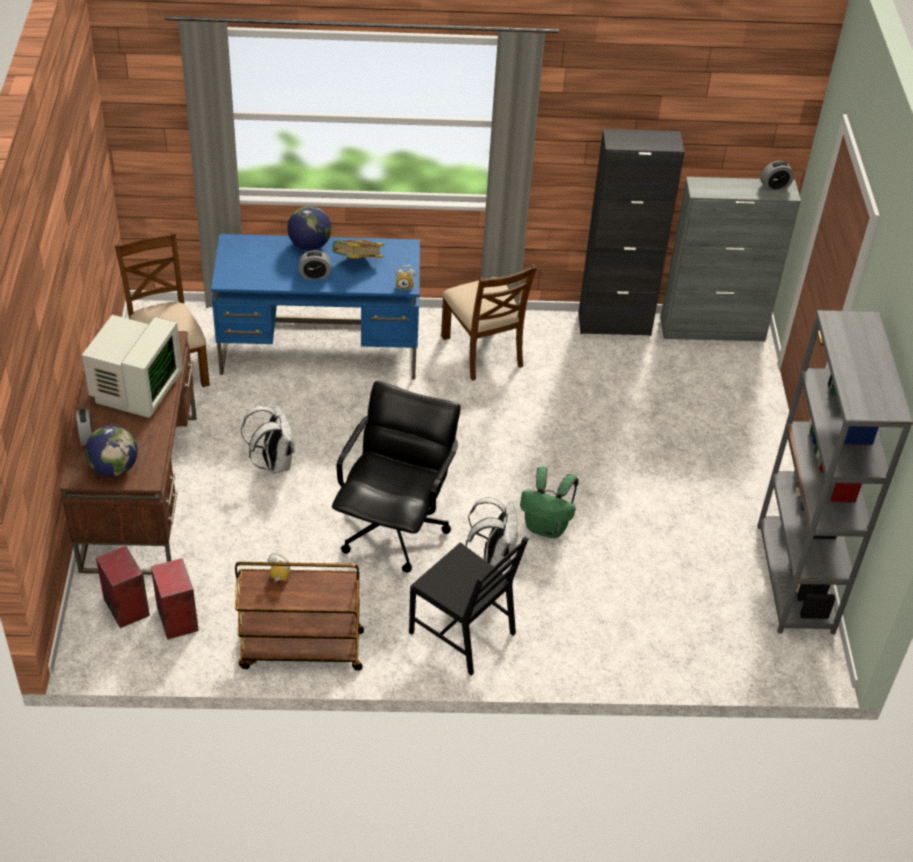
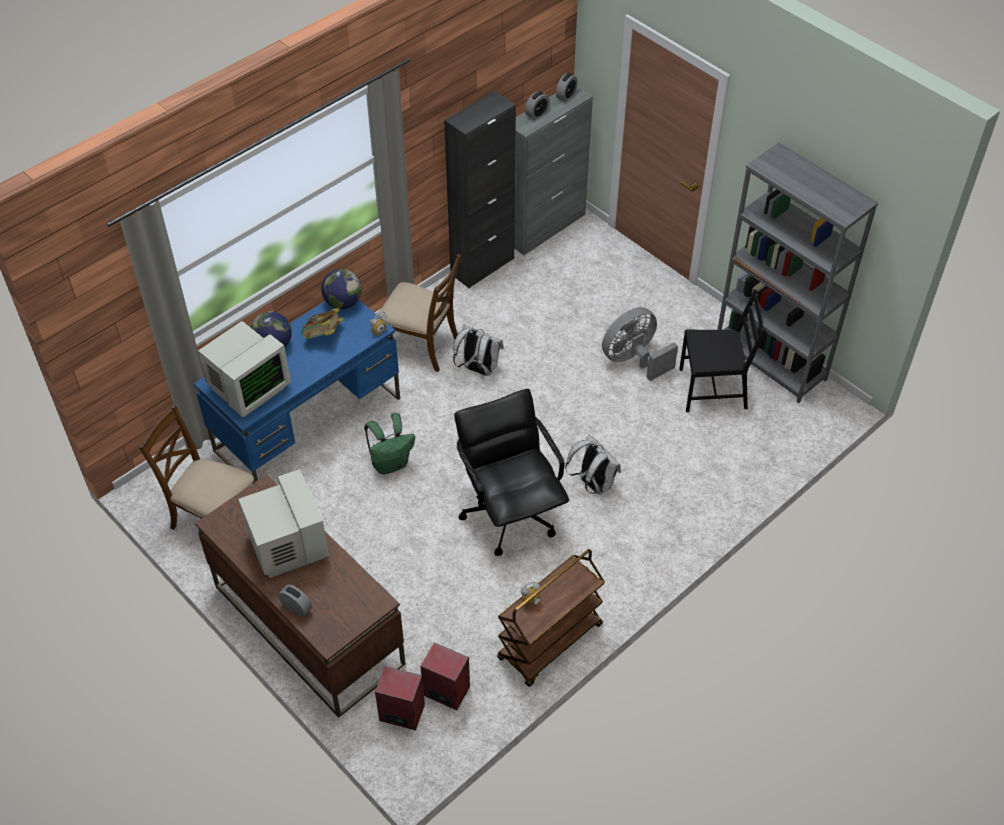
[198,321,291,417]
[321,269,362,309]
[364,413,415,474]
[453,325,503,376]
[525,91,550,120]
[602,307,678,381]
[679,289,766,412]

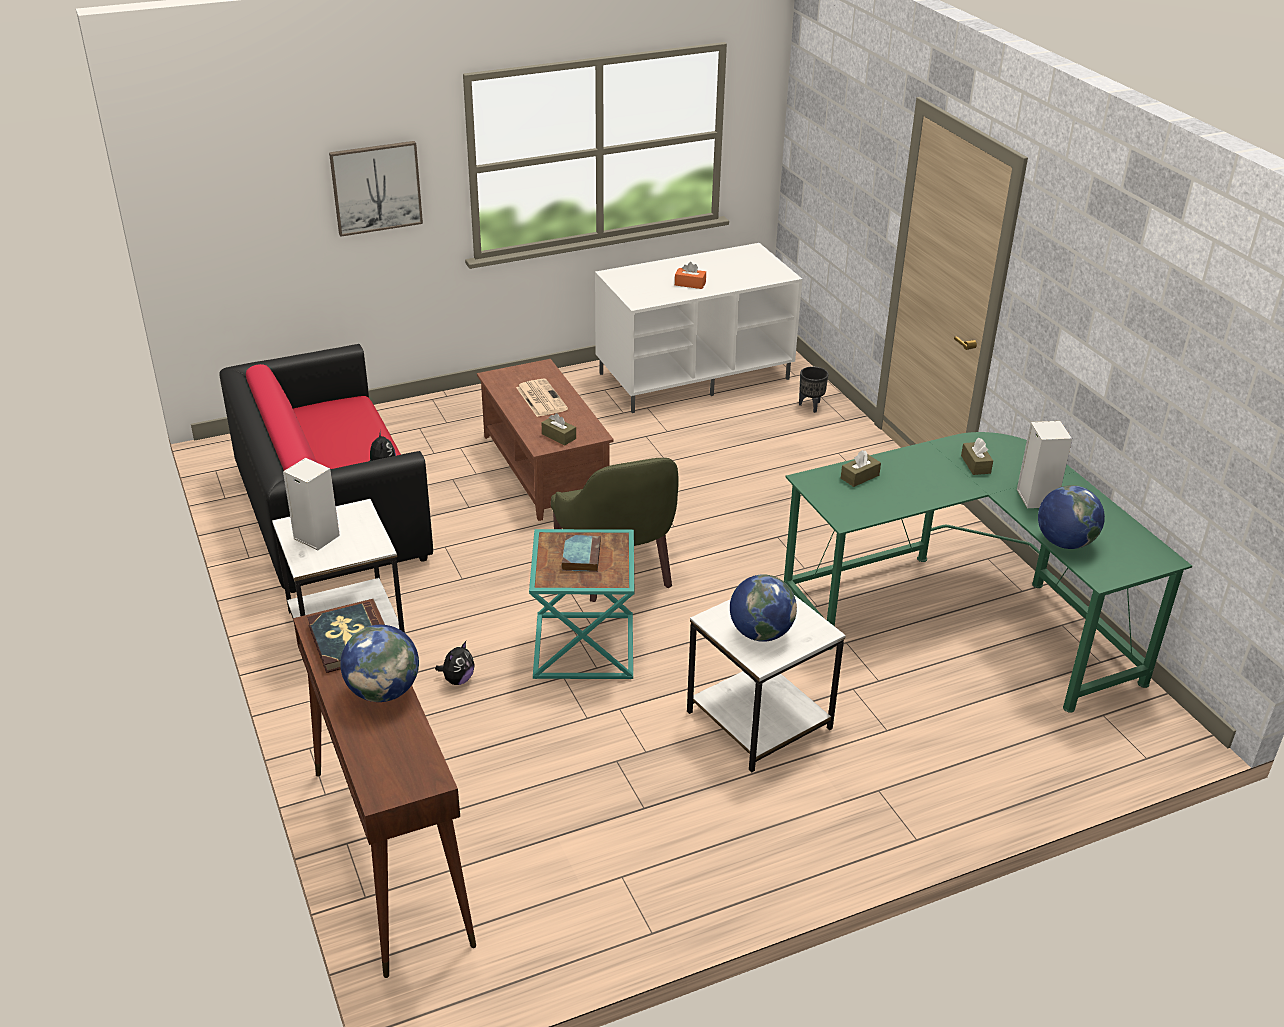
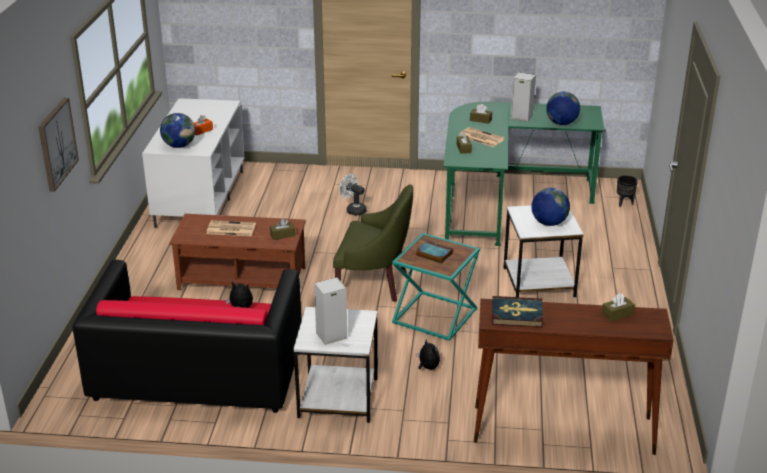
[160,113,195,148]
[339,174,367,216]
[459,127,505,147]
[601,293,635,322]
[617,175,638,207]

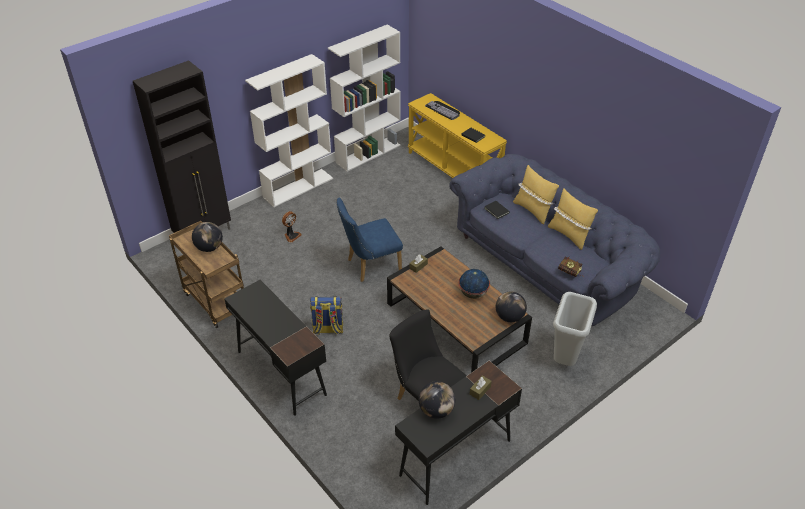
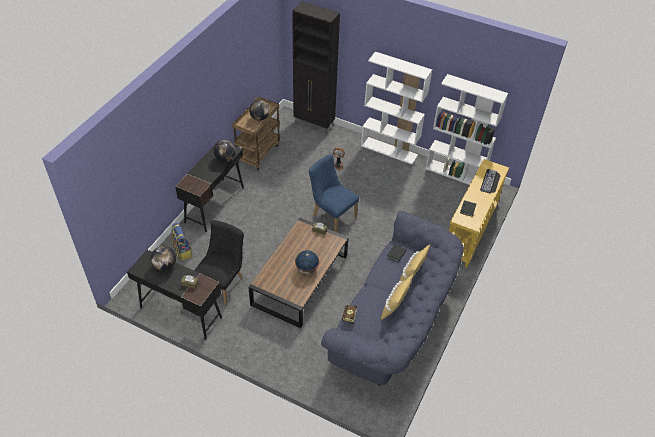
[171,222,192,260]
[214,140,235,162]
[553,292,597,366] (first image)

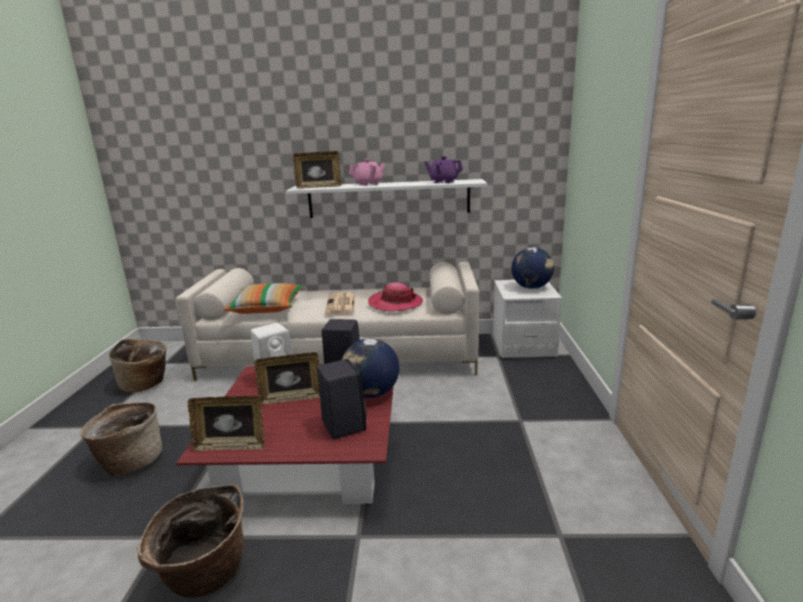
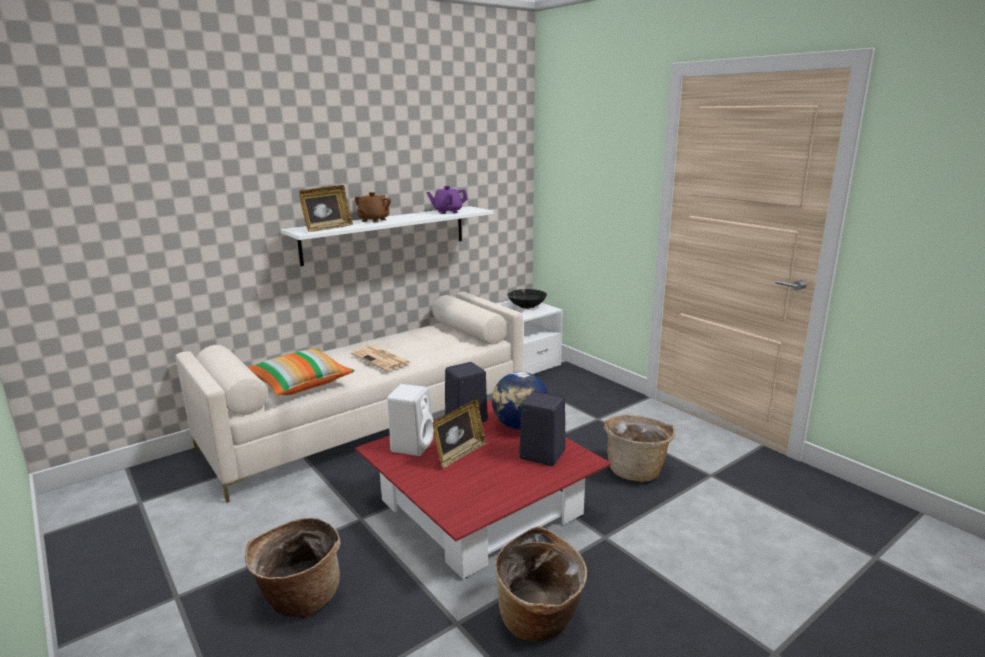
[355,192,391,223]
[508,289,547,309]
[603,415,675,482]
[188,396,264,451] (first image)
[368,282,423,311] (first image)

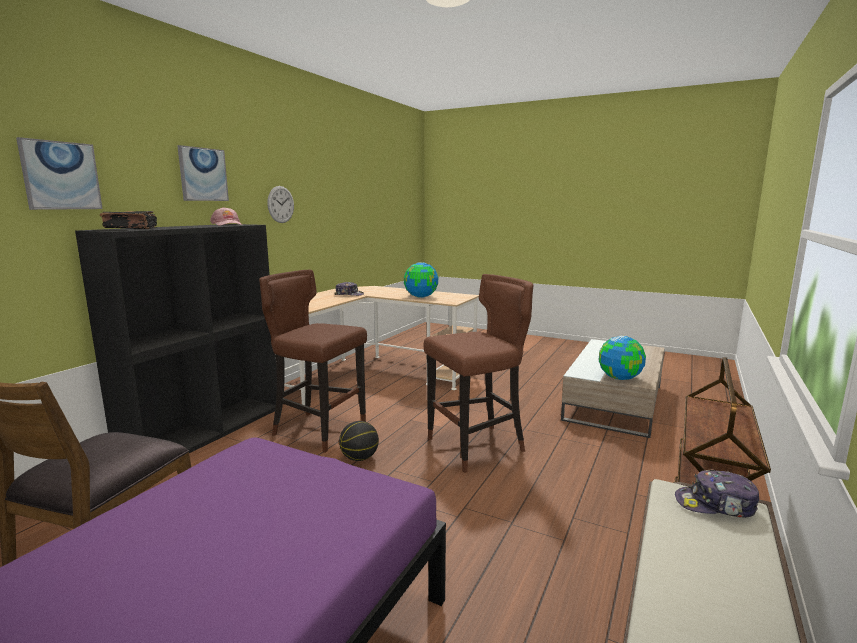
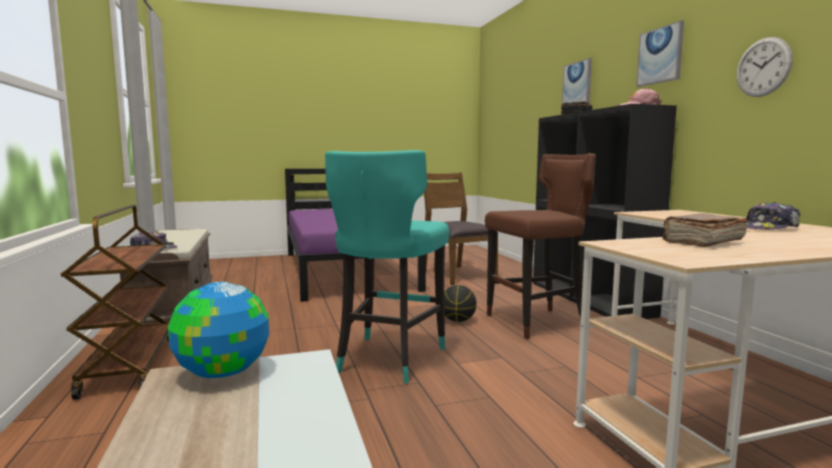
[325,150,449,383]
[662,213,748,247]

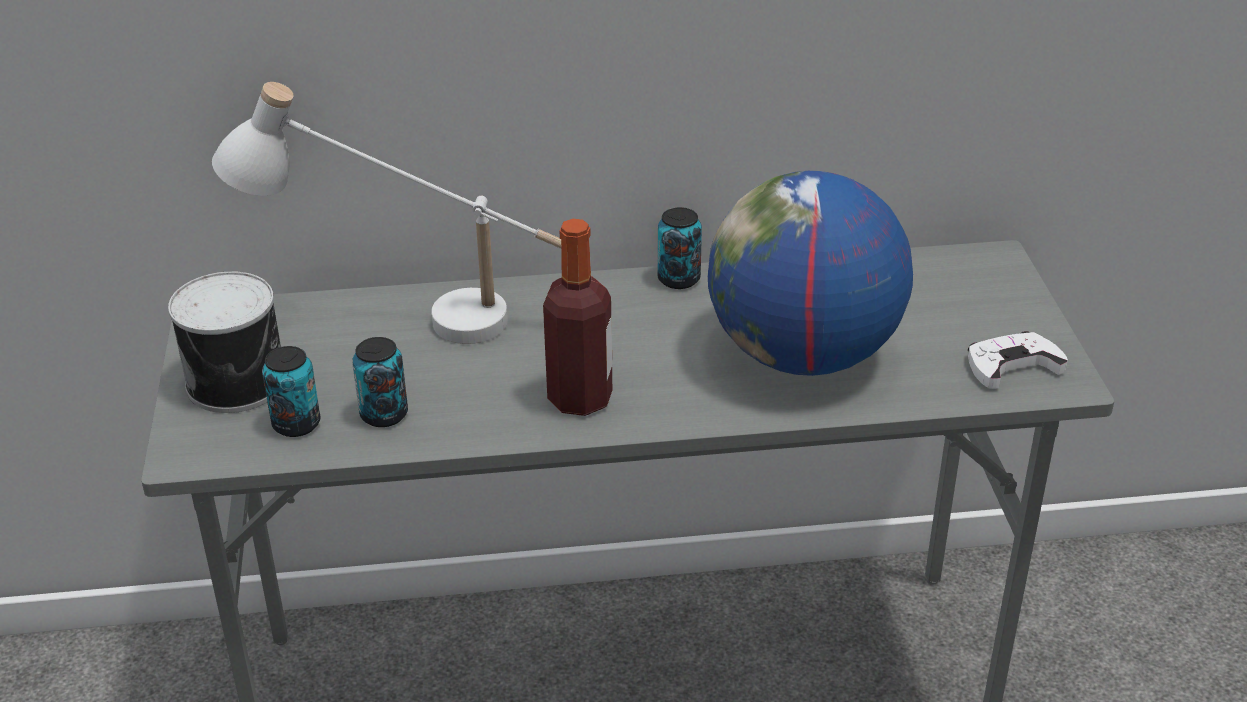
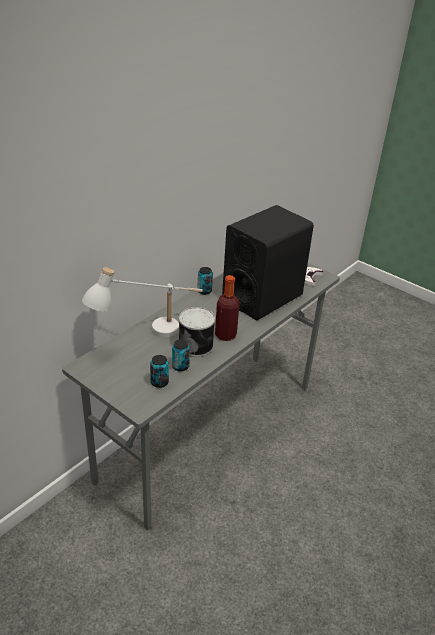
[179,307,215,357]
[222,205,314,320]

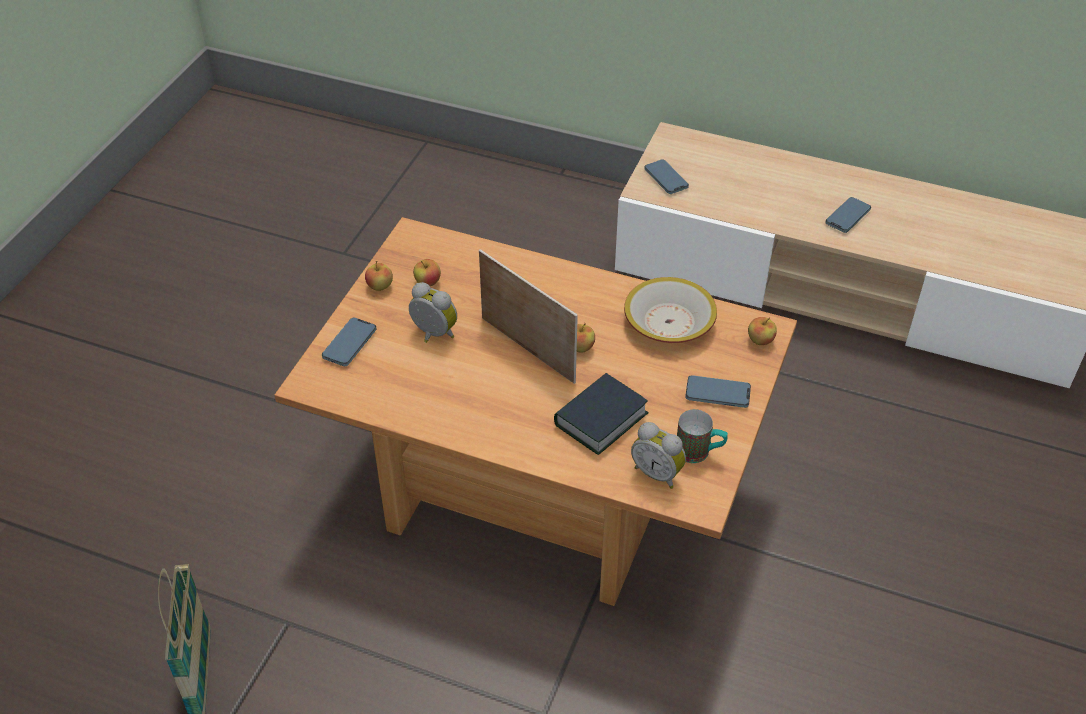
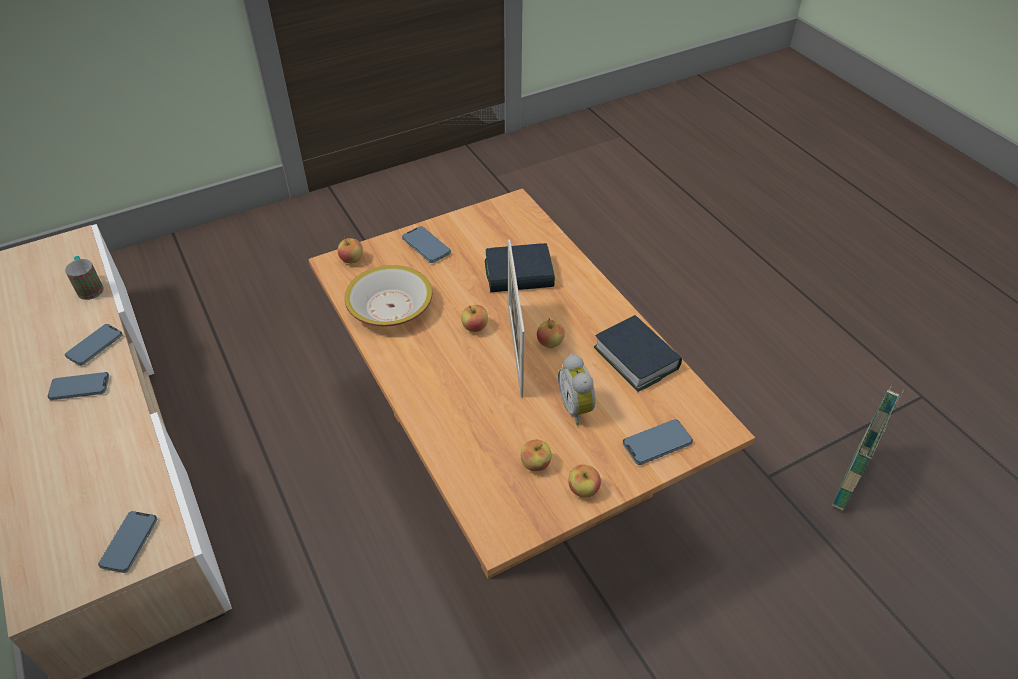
[65,256,104,300]
[65,324,123,366]
[537,319,565,348]
[594,315,682,392]
[631,422,686,489] (first image)

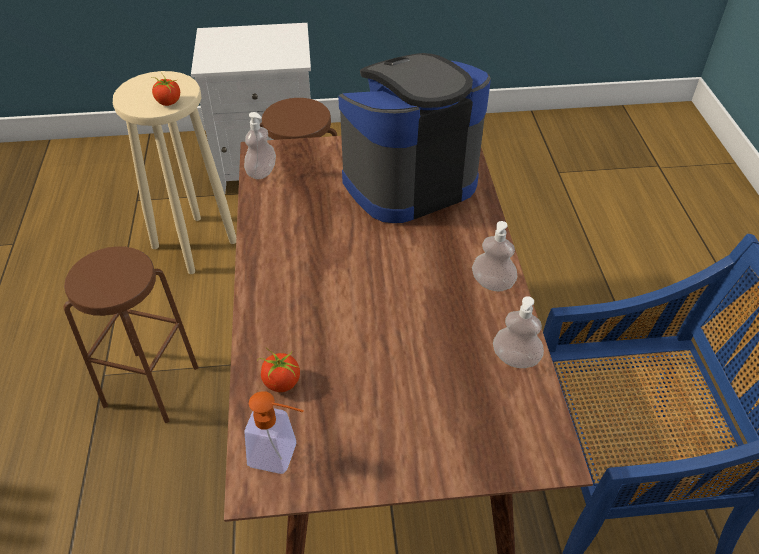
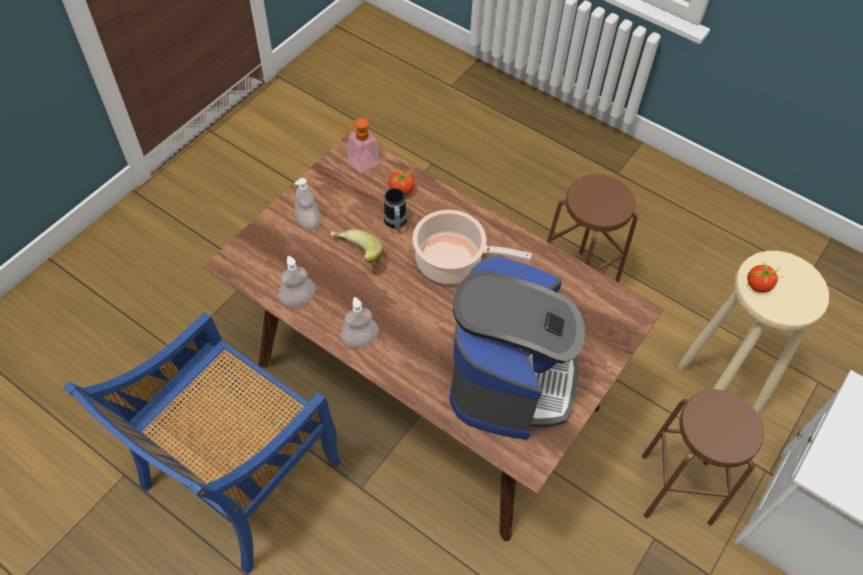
[294,178,320,230]
[330,229,383,263]
[384,188,407,228]
[413,210,532,284]

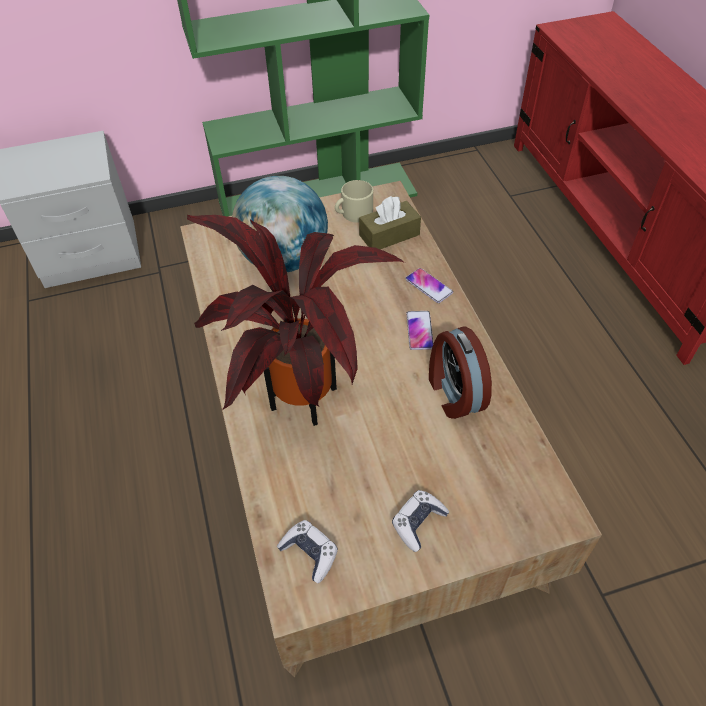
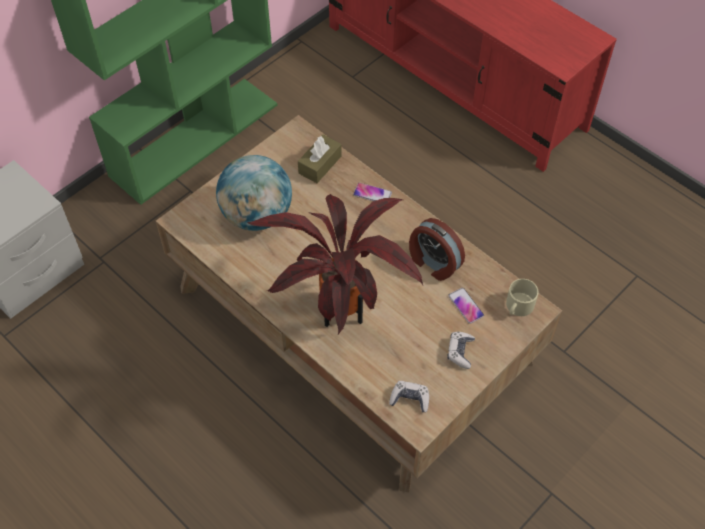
[448,288,484,324]
[506,279,539,316]

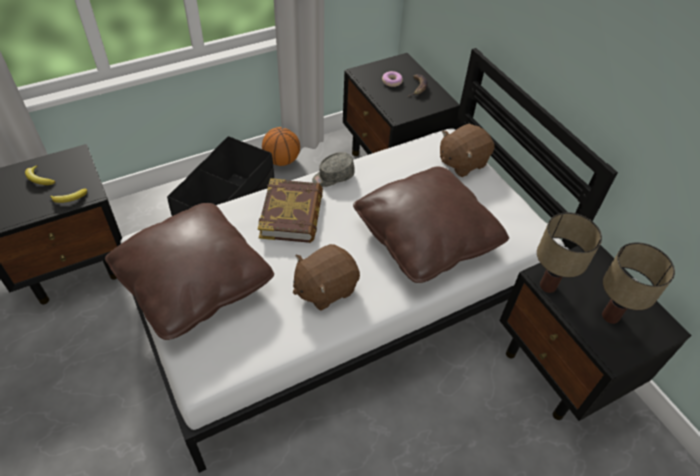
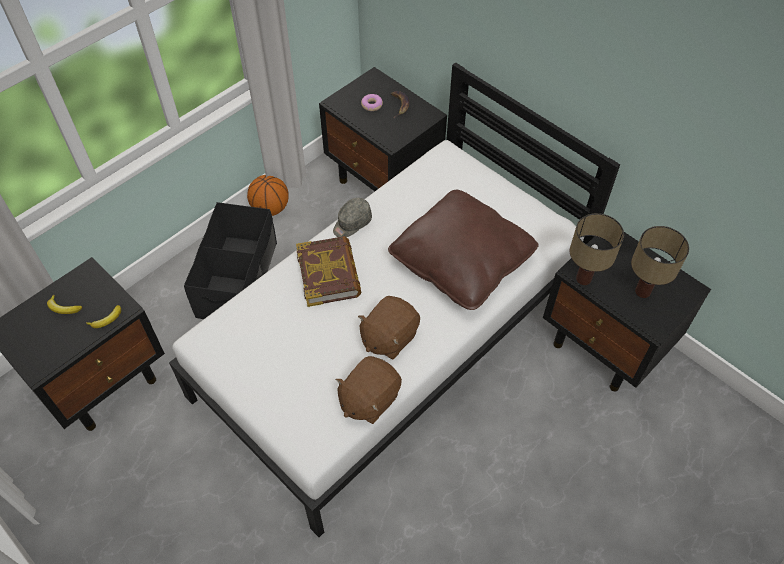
[336,356,402,424]
[105,203,274,340] (first image)

